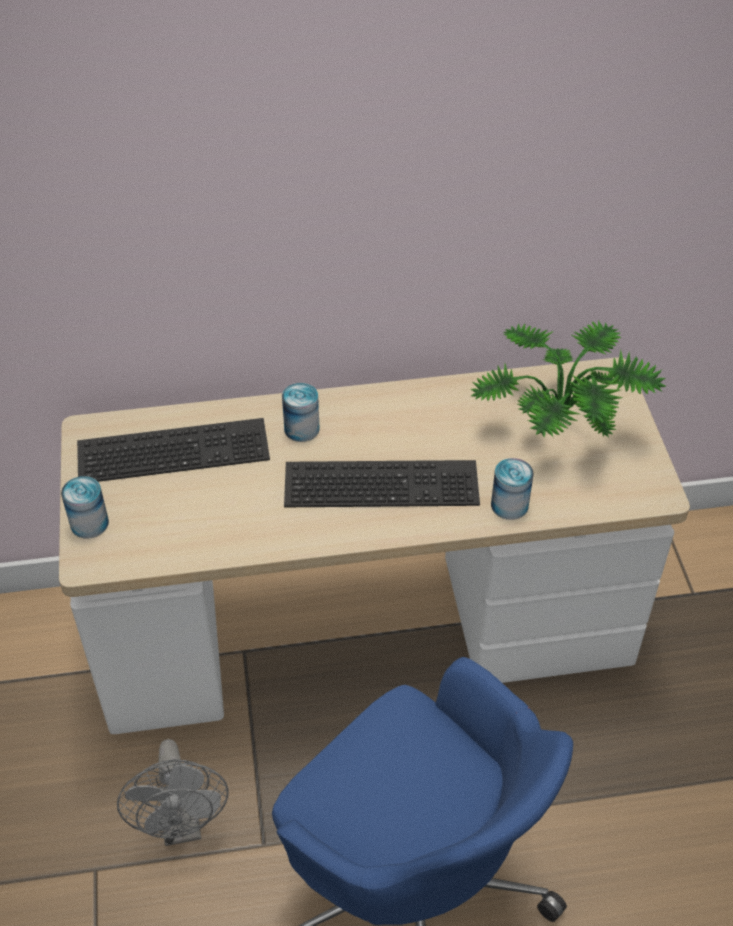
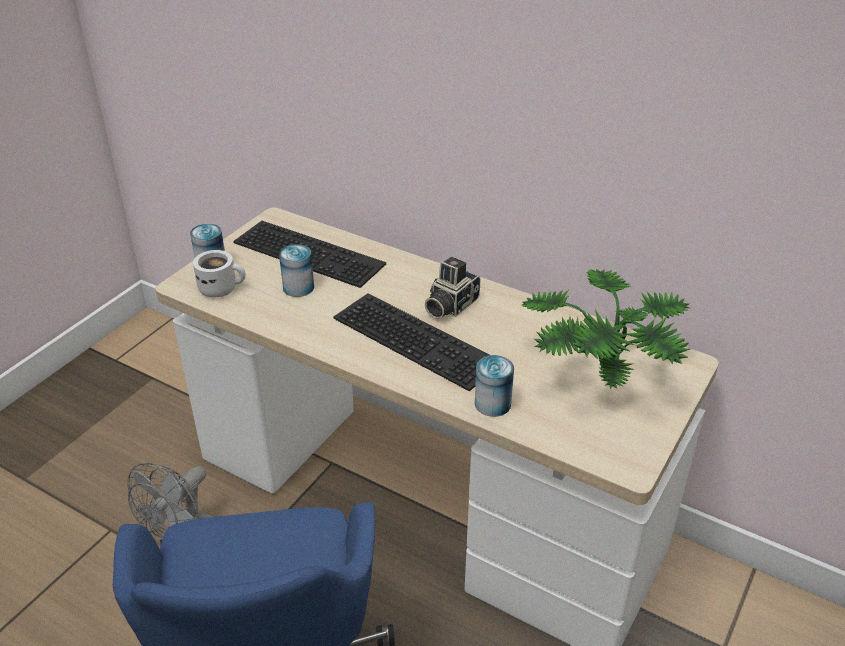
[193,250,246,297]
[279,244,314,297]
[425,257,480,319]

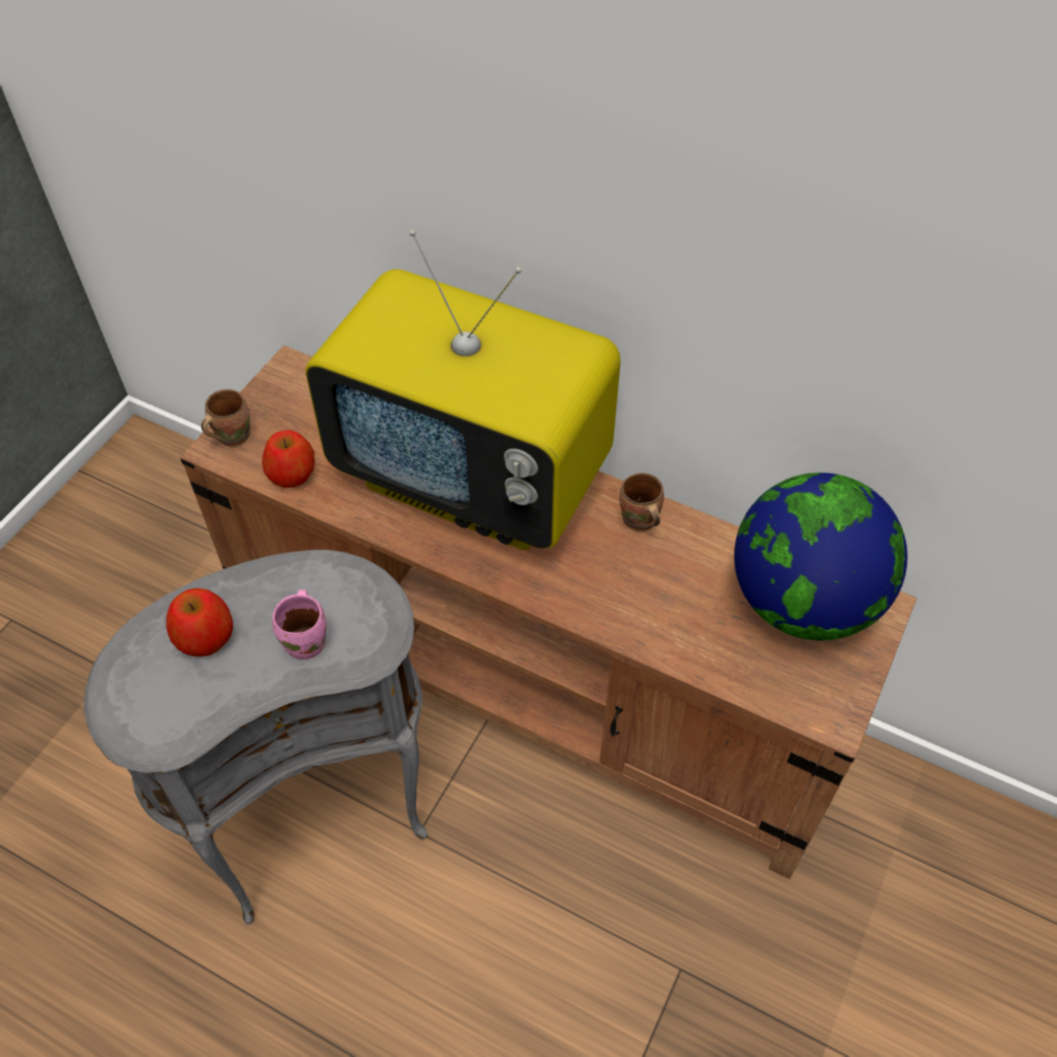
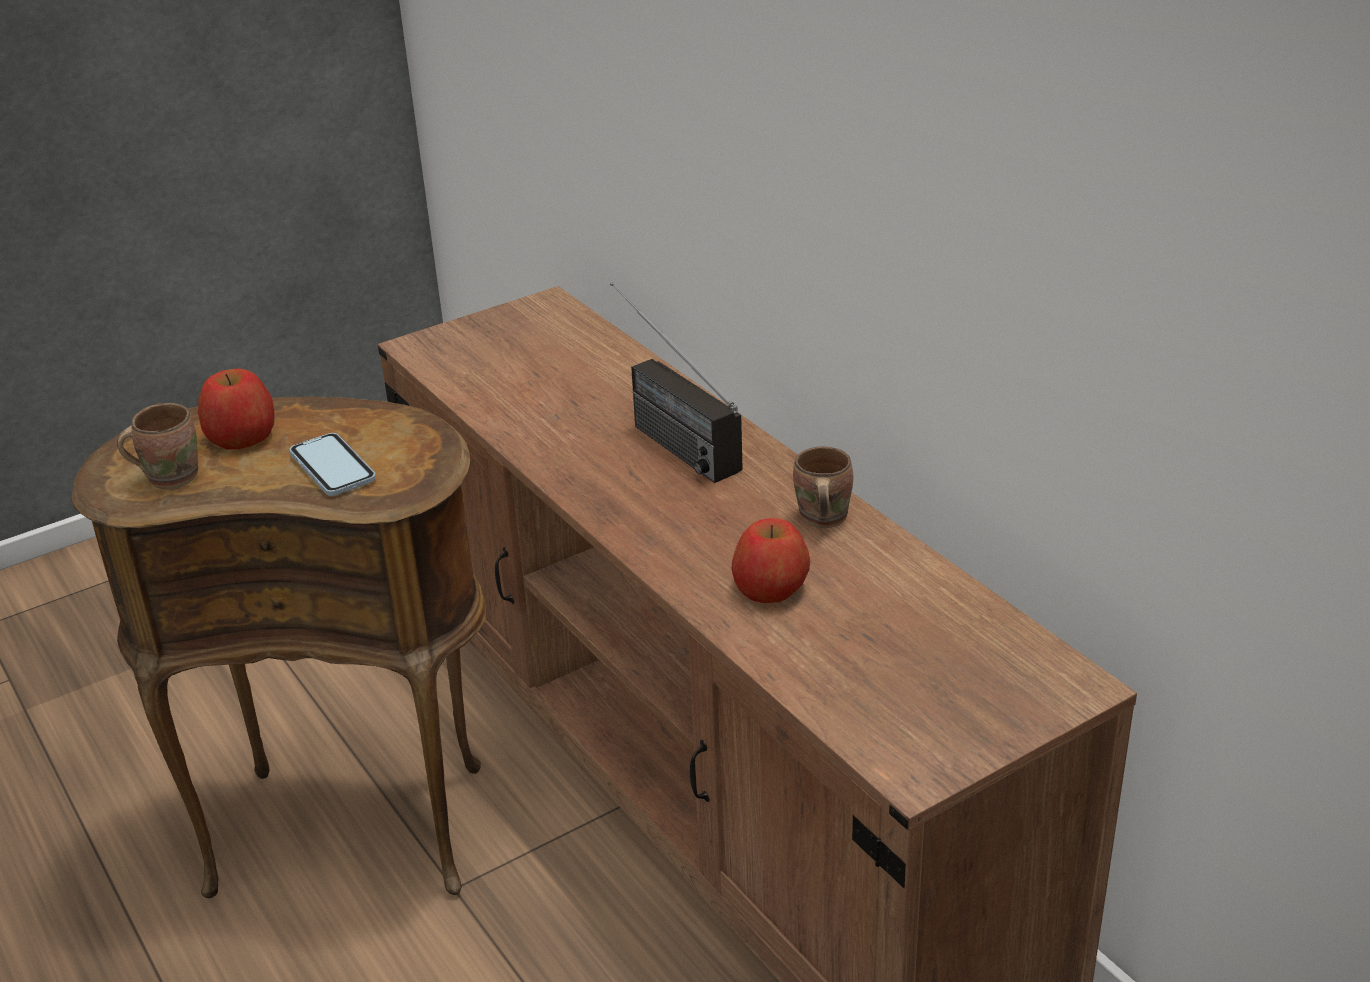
[72,397,486,898]
[117,403,198,490]
[290,433,376,496]
[610,282,743,483]
[732,518,810,603]
[734,473,907,640] (first image)

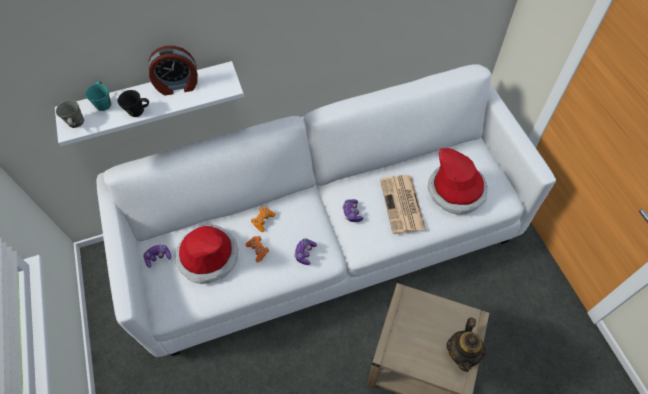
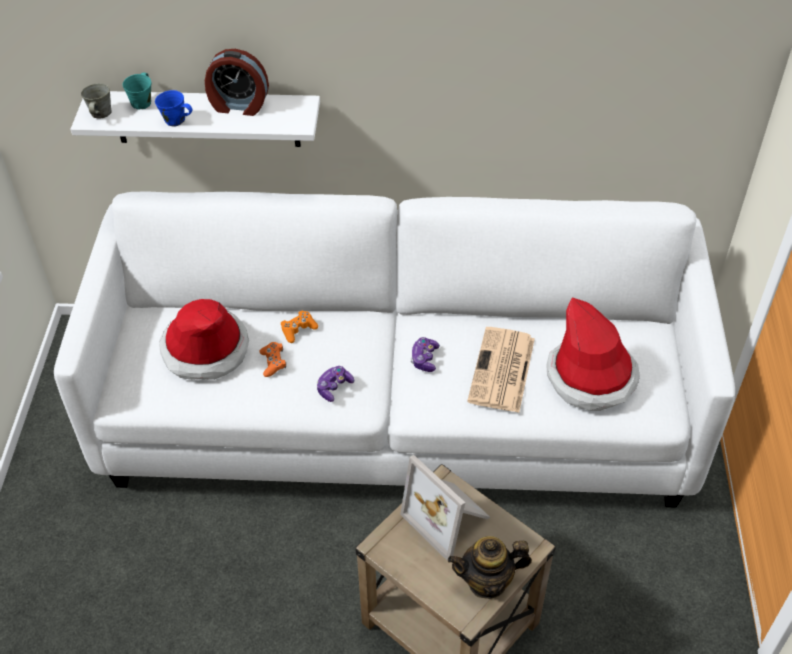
[155,90,192,127]
[400,455,490,561]
[448,536,532,599]
[143,245,172,268] (first image)

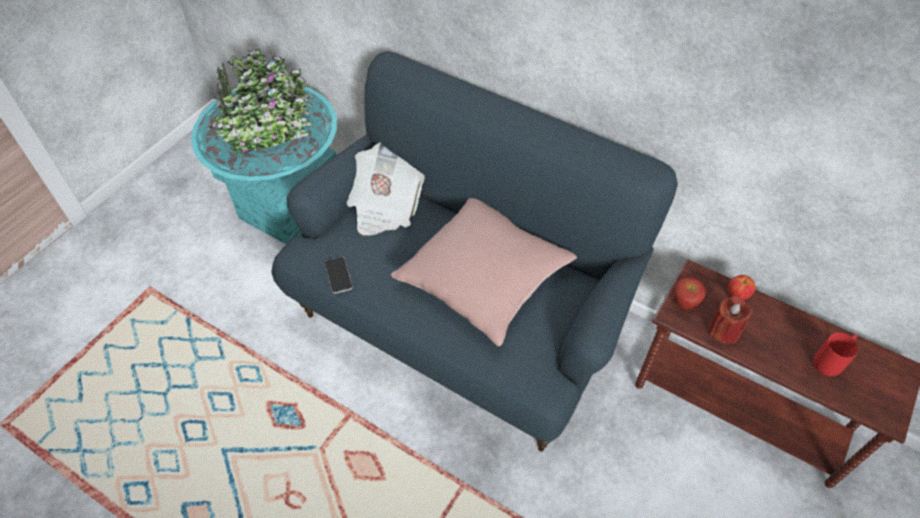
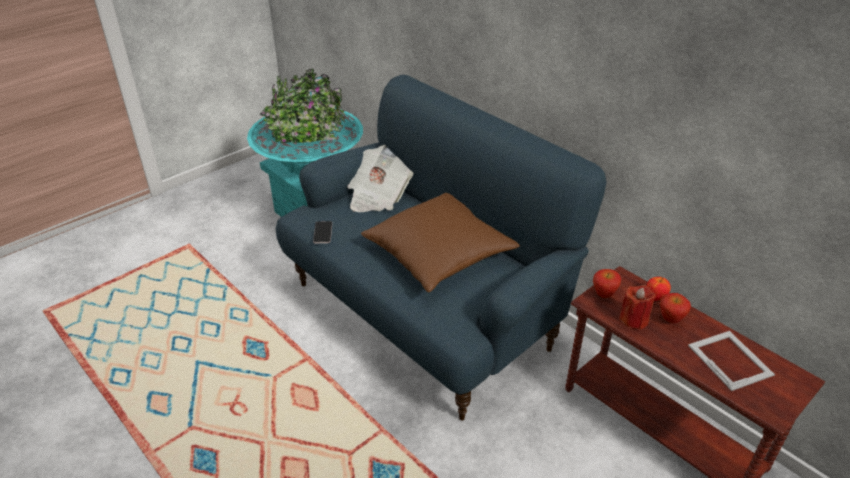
[361,193,520,293]
[660,293,691,324]
[688,331,775,391]

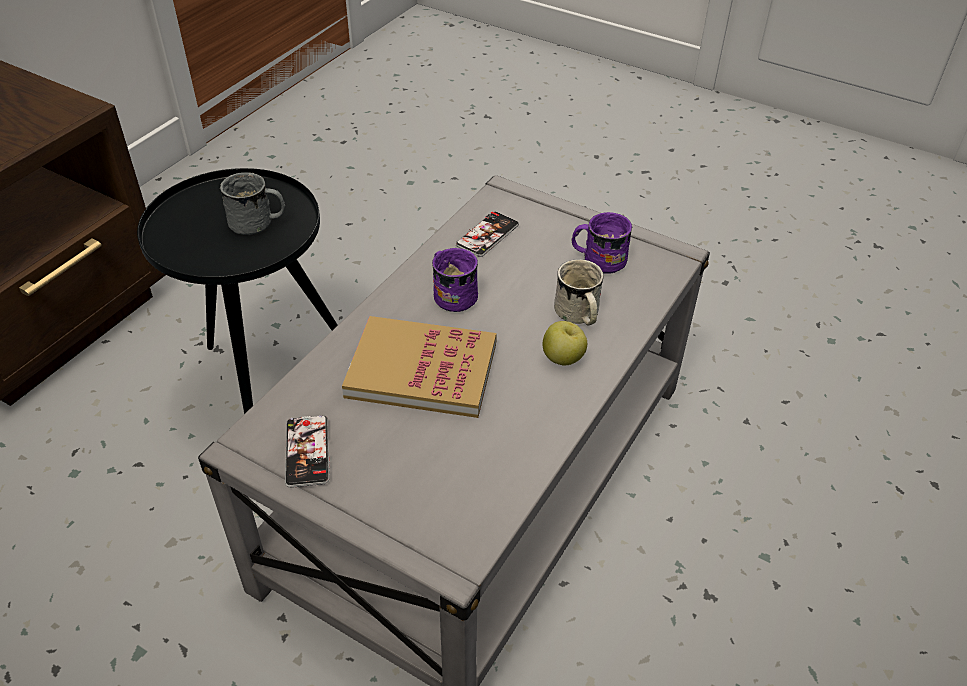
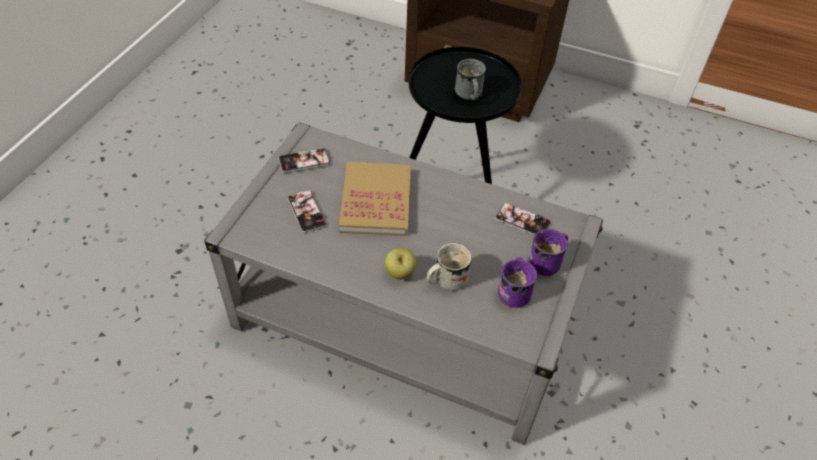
[288,190,327,233]
[528,229,568,276]

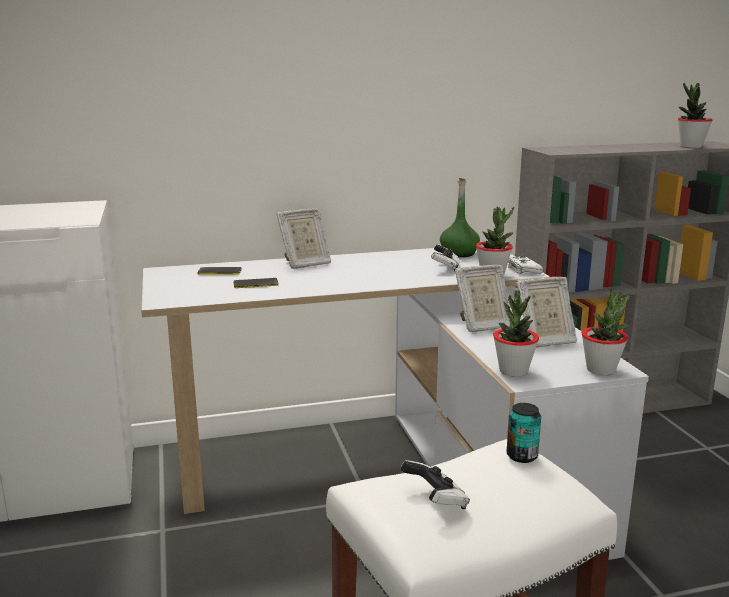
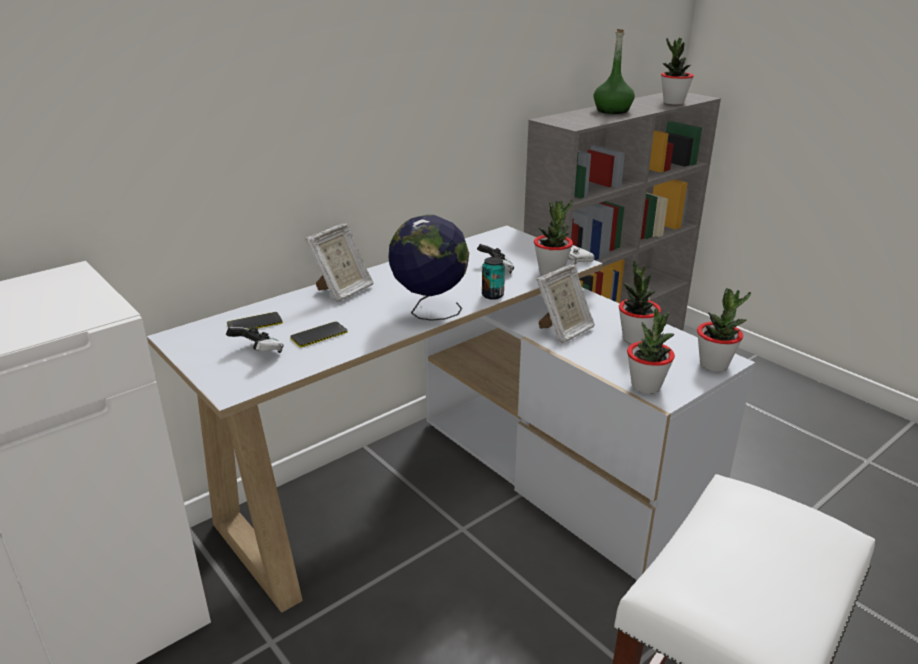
[226,327,283,353]
[388,215,469,321]
[482,257,505,300]
[593,29,635,114]
[619,259,661,344]

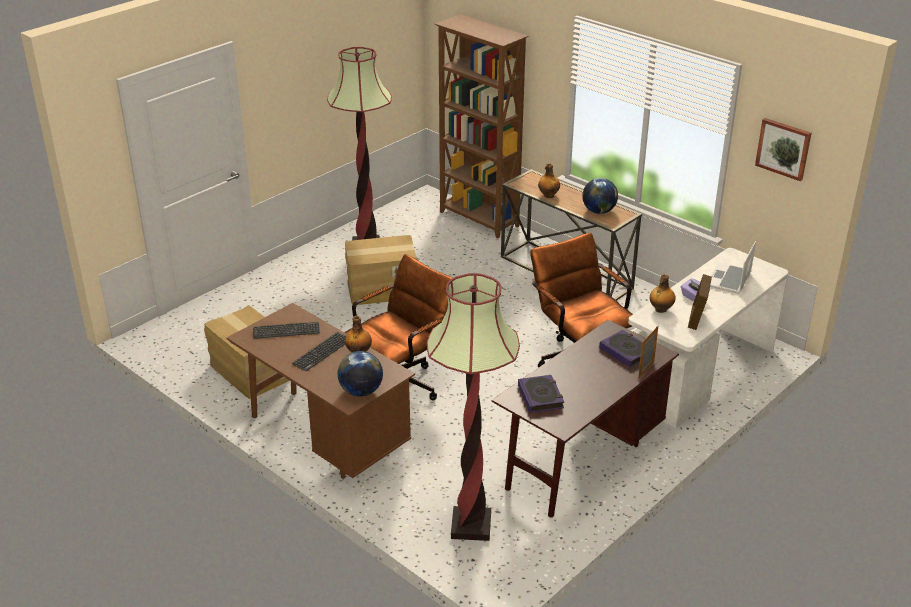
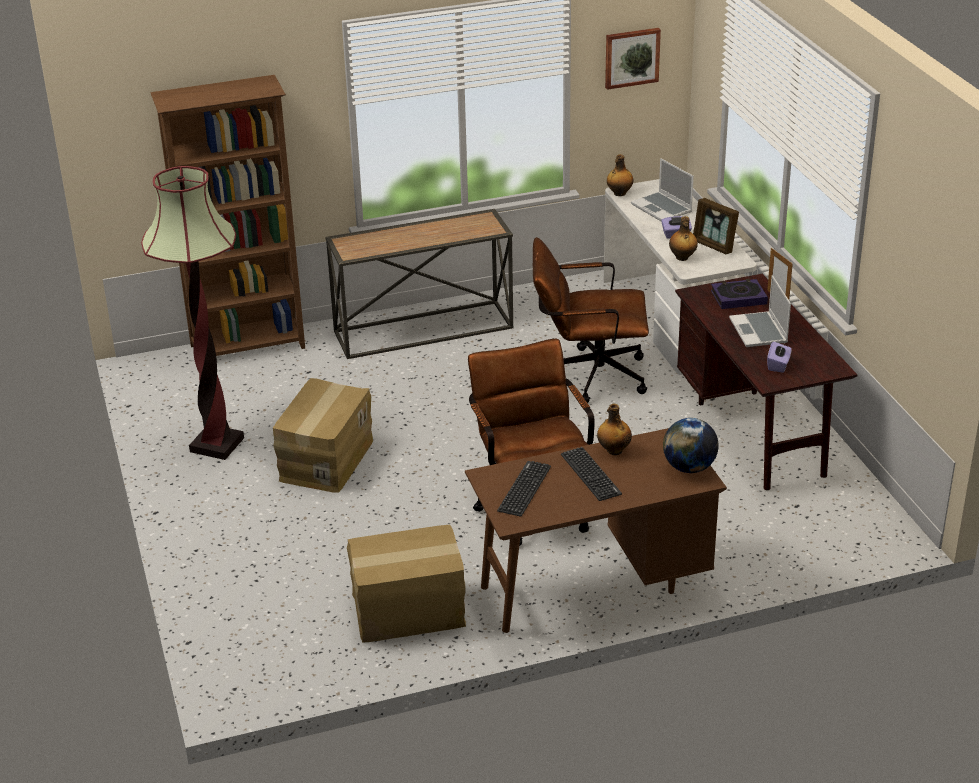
[607,154,634,196]
[729,275,791,347]
[767,342,792,373]
[427,273,520,541] (first image)
[582,178,618,214] (first image)

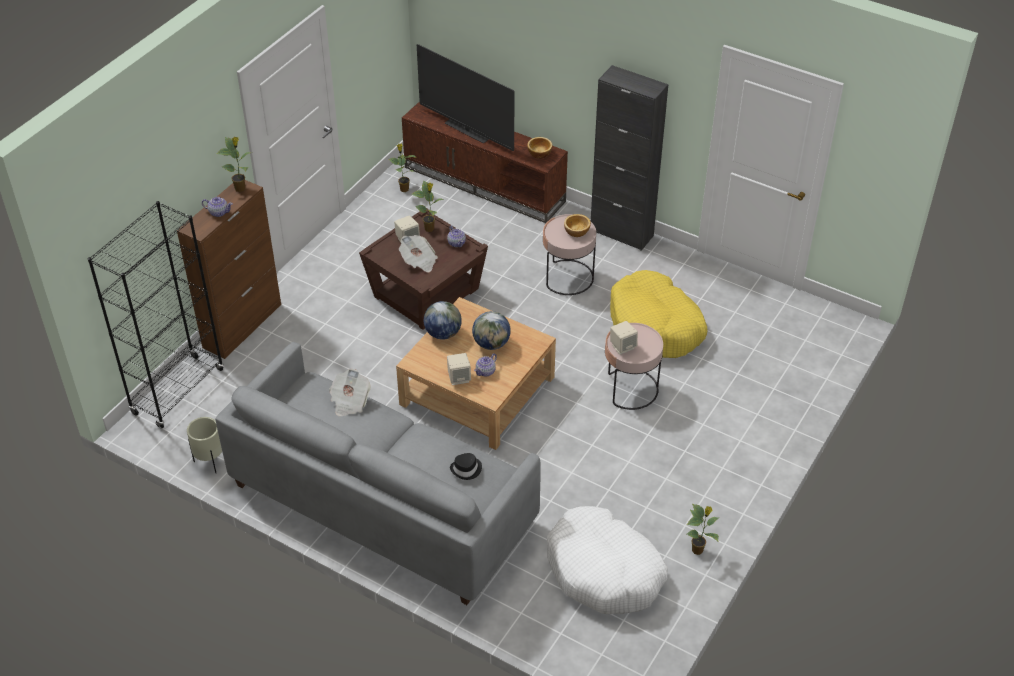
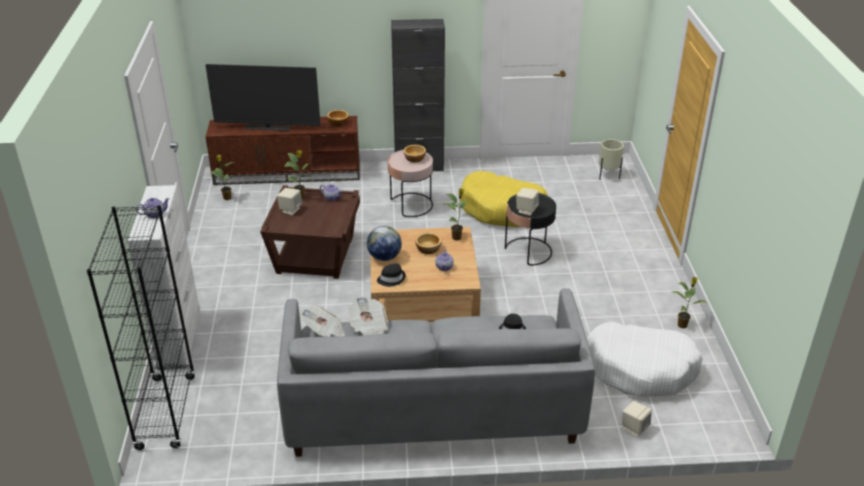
[127,185,200,371]
[301,305,345,337]
[377,263,406,287]
[415,233,442,254]
[445,189,476,241]
[505,193,556,266]
[599,139,624,180]
[622,401,652,437]

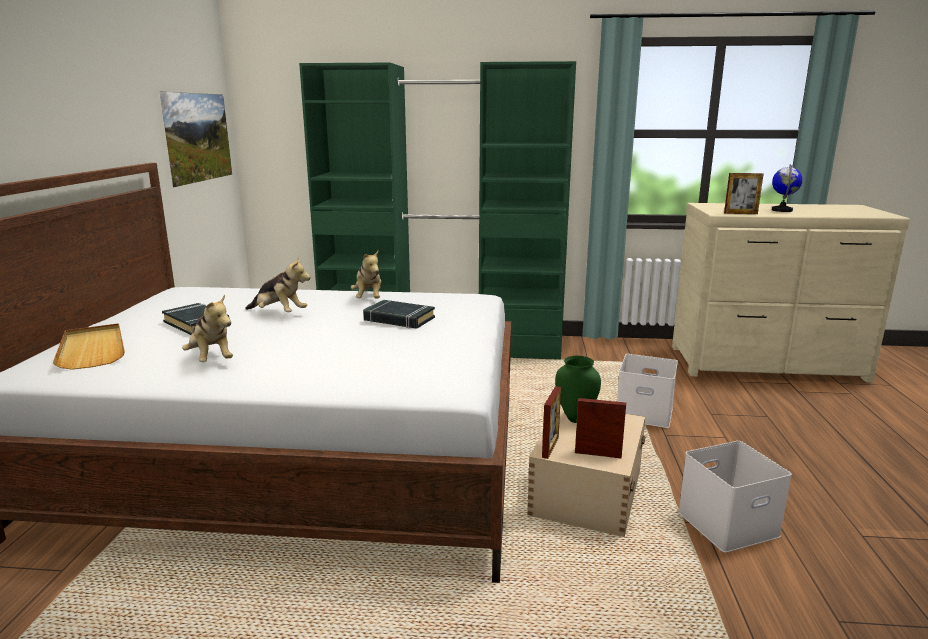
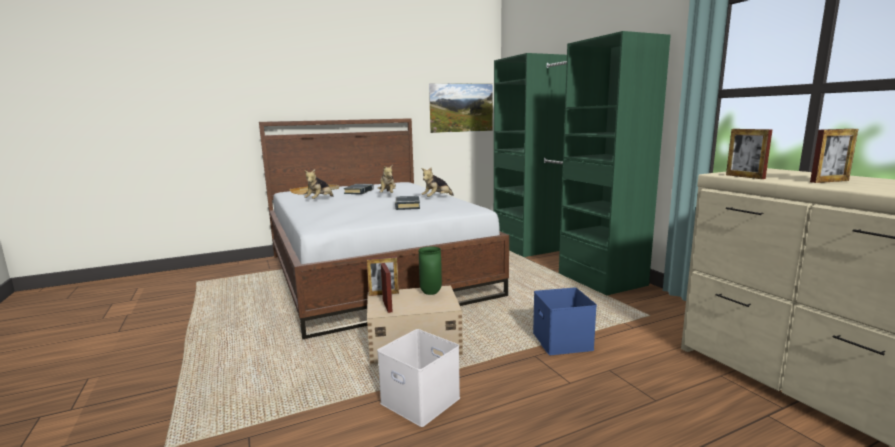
[533,288,597,355]
[810,129,858,183]

